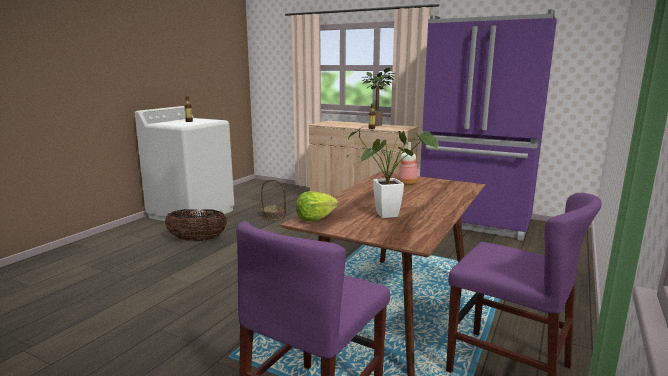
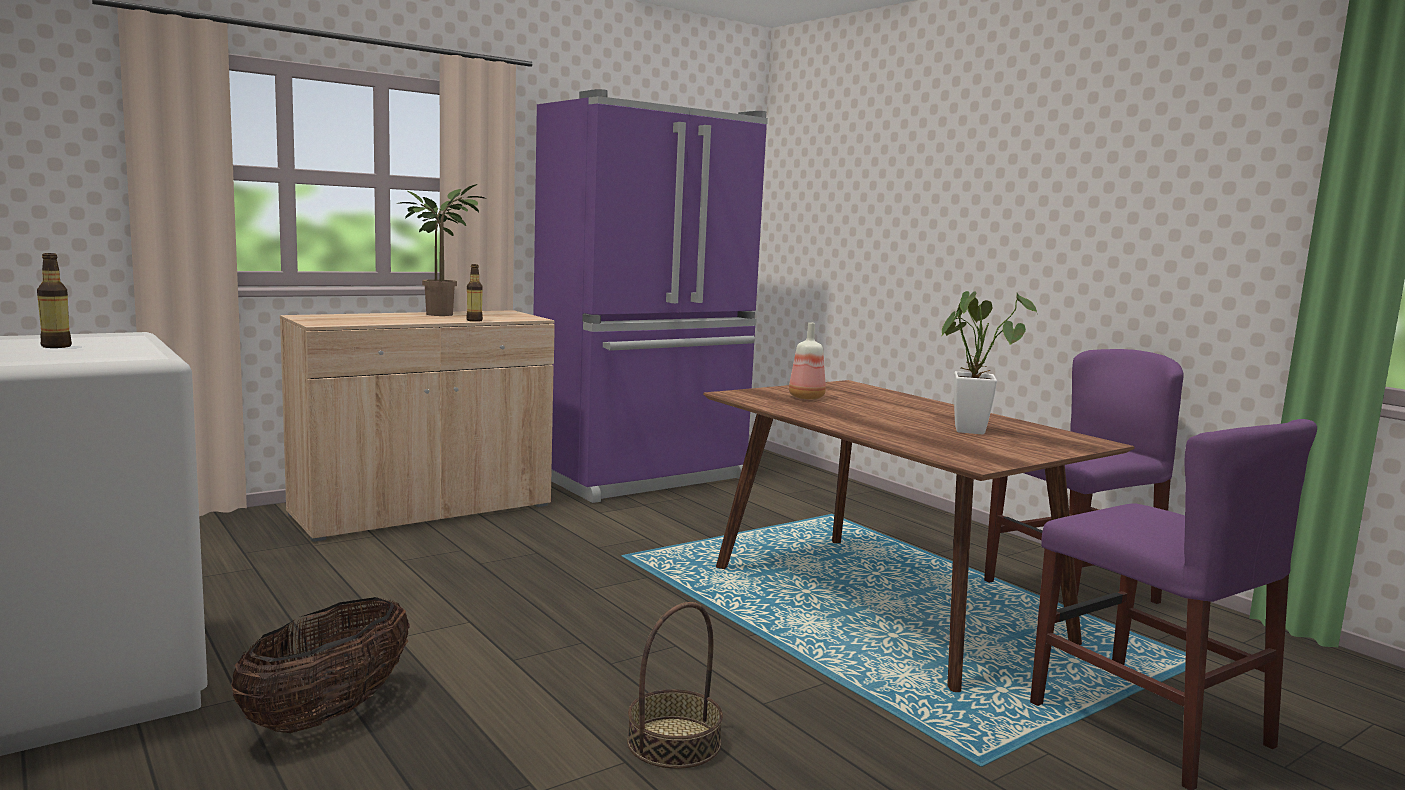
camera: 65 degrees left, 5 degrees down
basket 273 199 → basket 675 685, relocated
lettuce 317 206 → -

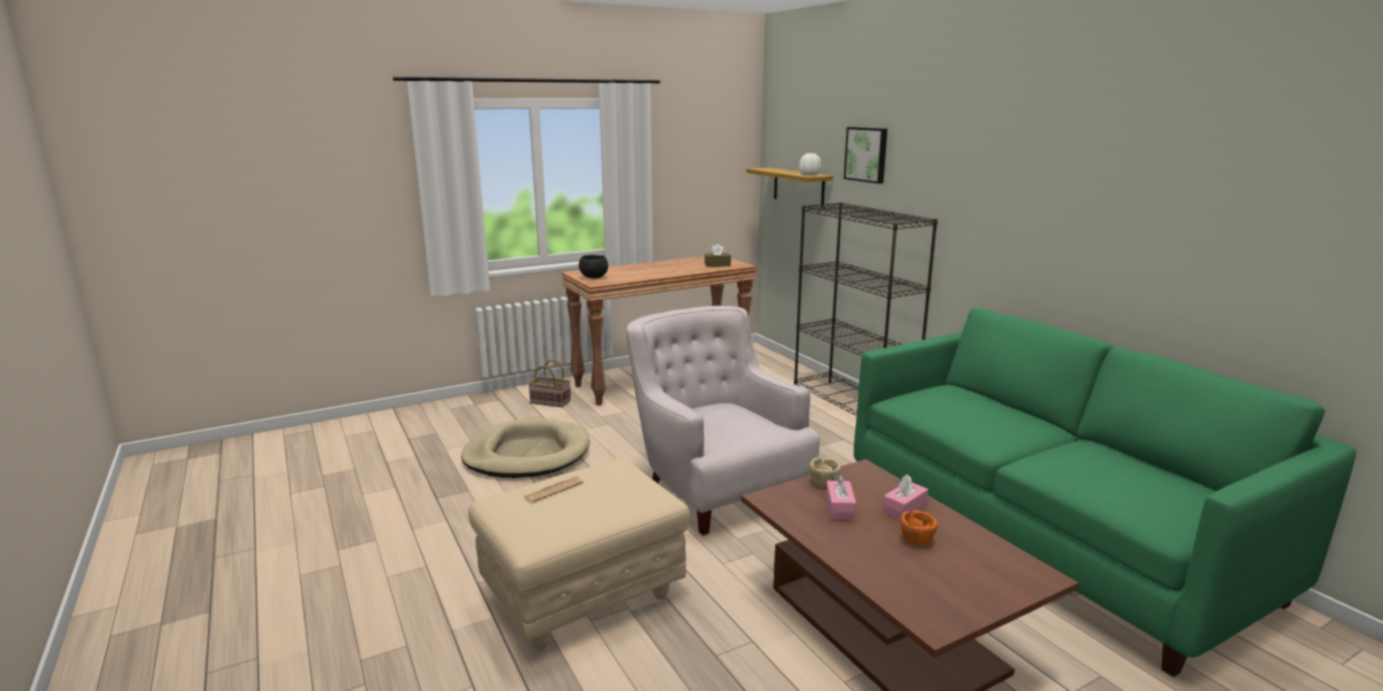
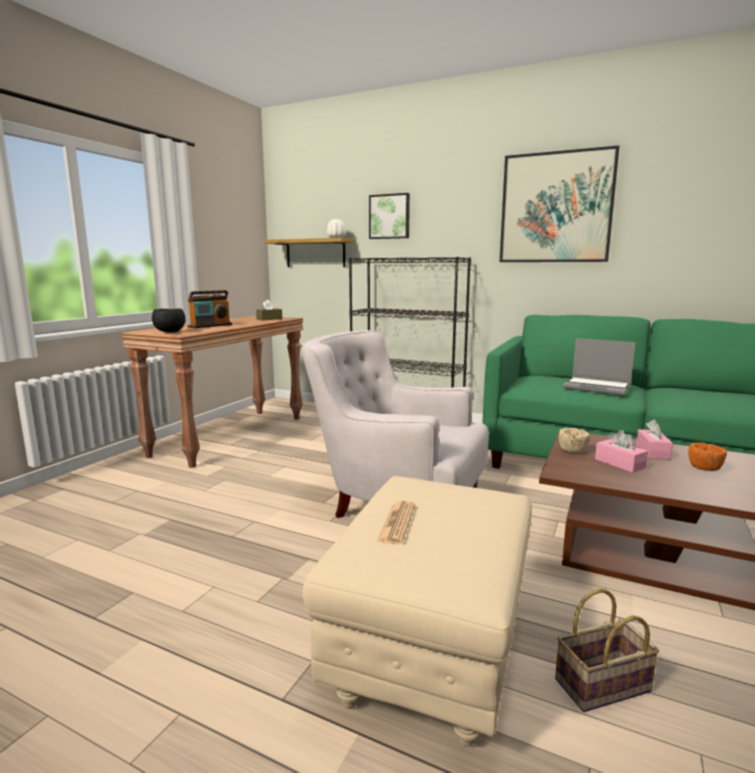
camera: 35 degrees left, 5 degrees down
- → radio 210 309
- → picture 560 204
basket 549 383 → basket 607 650, relocated
- → laptop 599 366
dog bed (beige) 525 448 → -

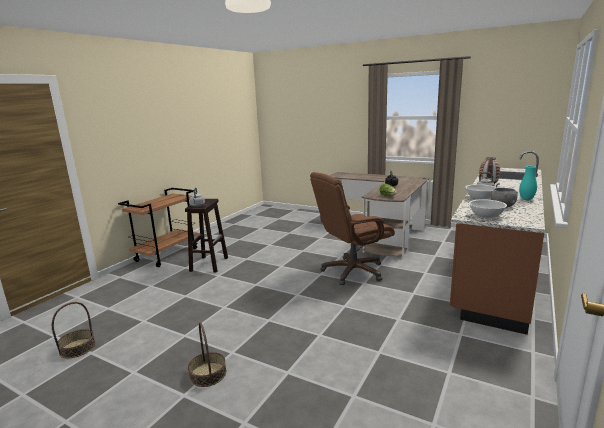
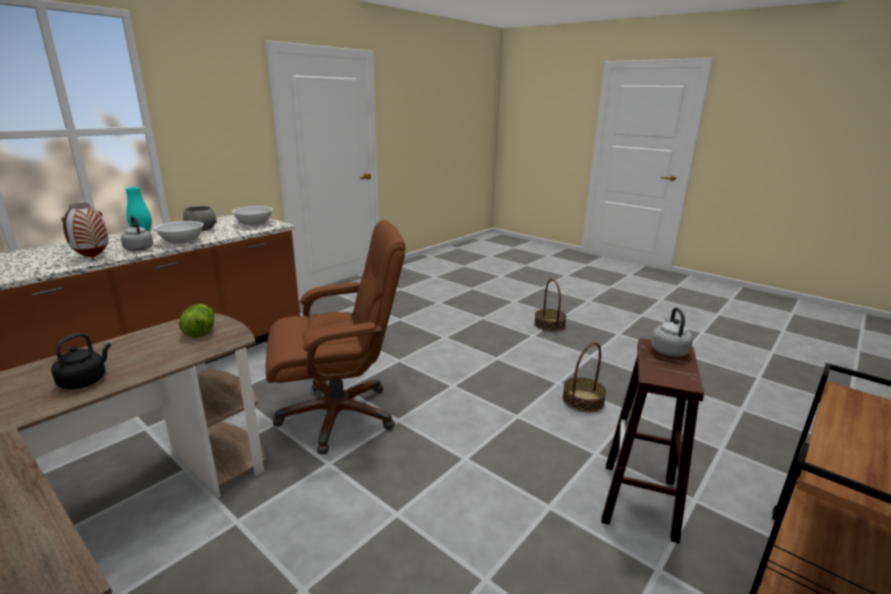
camera: 170 degrees left, 5 degrees up
basket 73 330 → basket 584 377, relocated

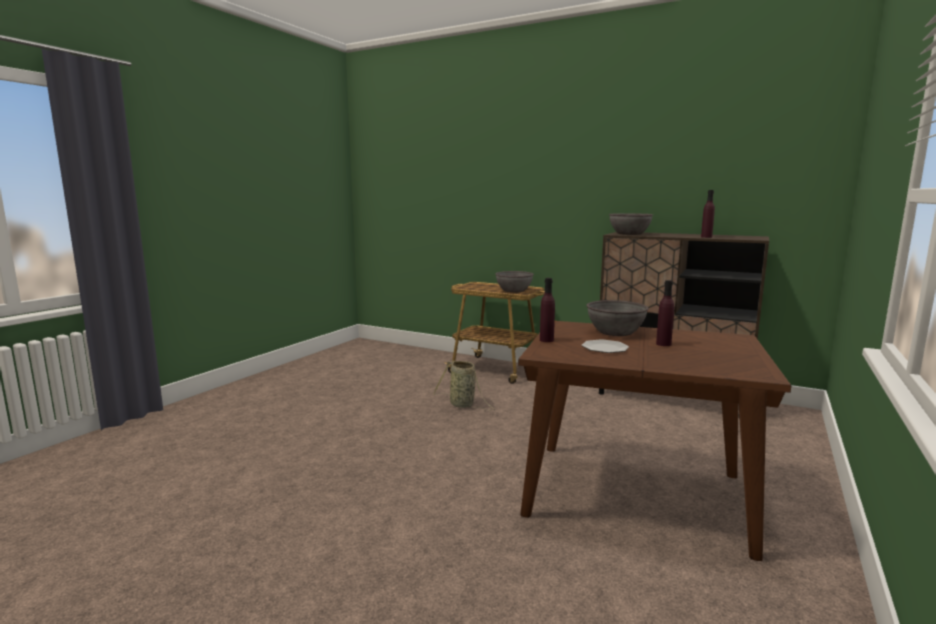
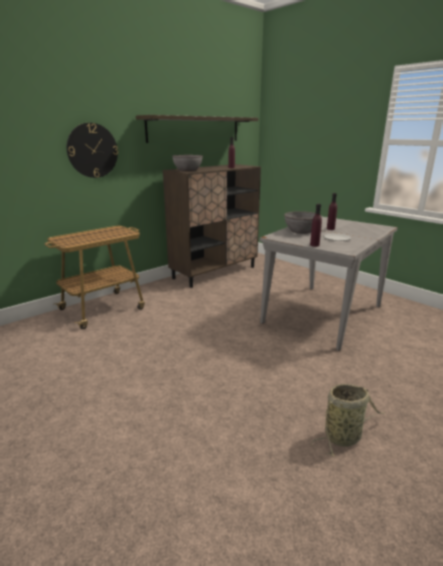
camera: 70 degrees left, 10 degrees up
- → wall clock 92 150
- → shelf 197 129
dining table (brown) 654 441 → dining table (grey) 329 284
basket 464 385 → basket 348 420, relocated
bowl (grey) 514 282 → -

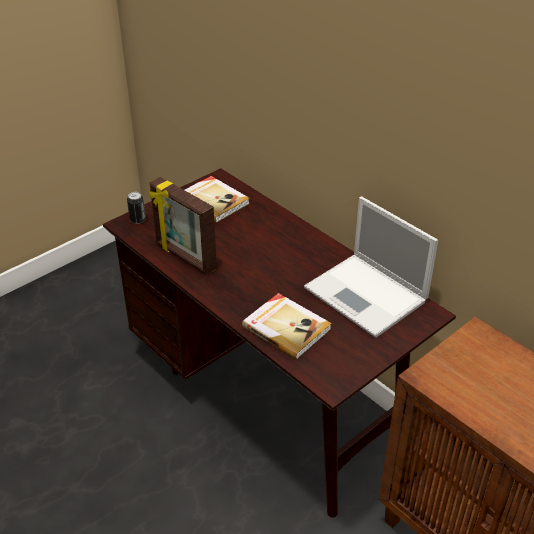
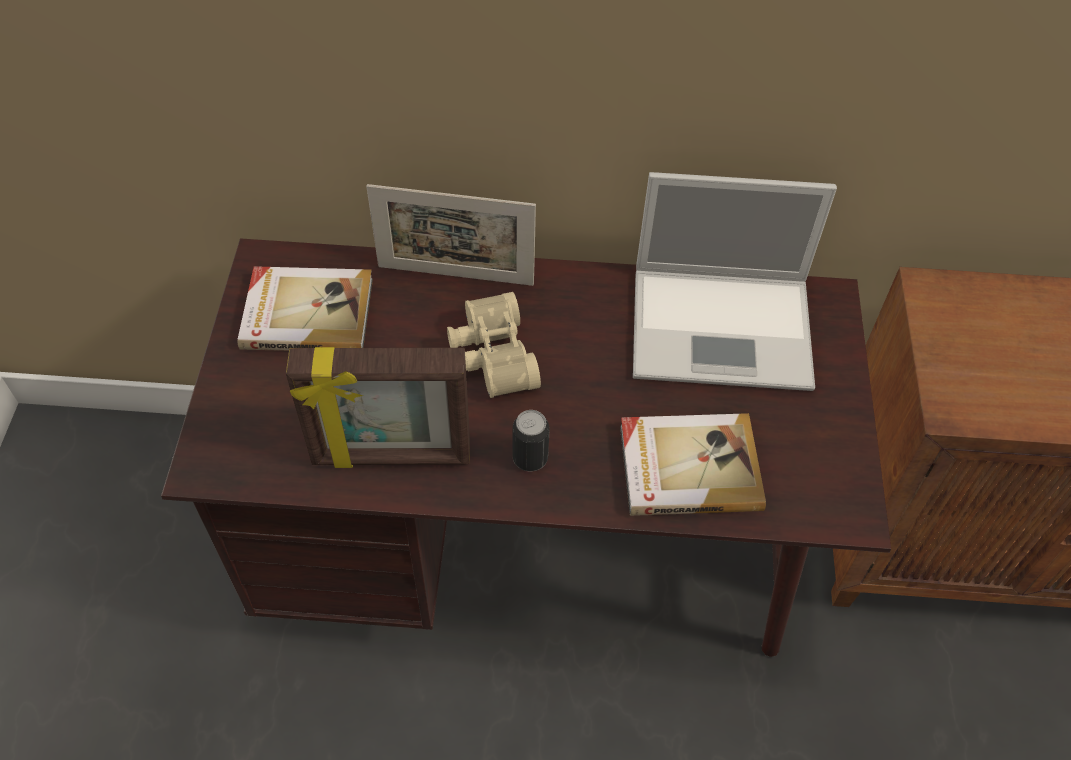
camera: 45 degrees left, 15 degrees up
- → picture frame 451 235
- → binoculars (beige) 494 345
can 136 208 → can 531 440, relocated

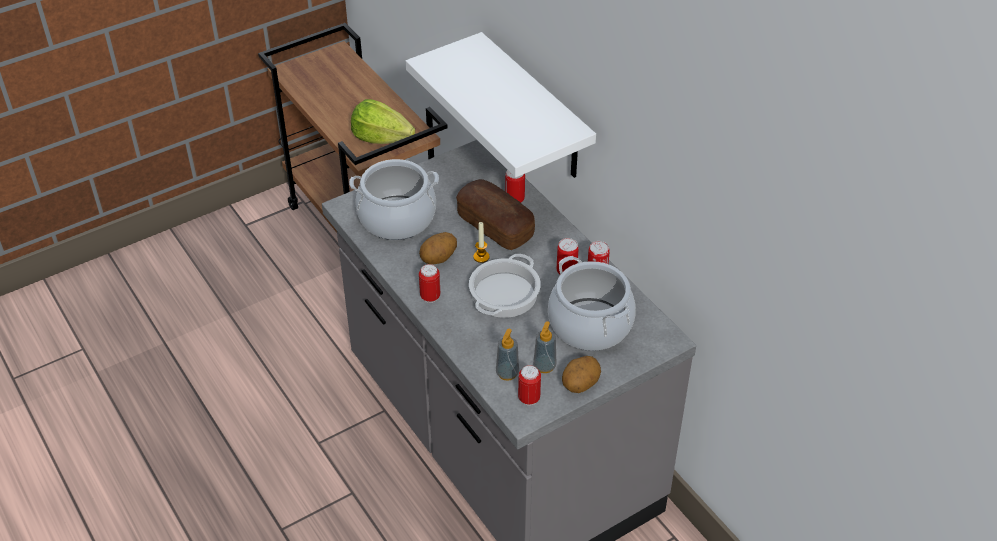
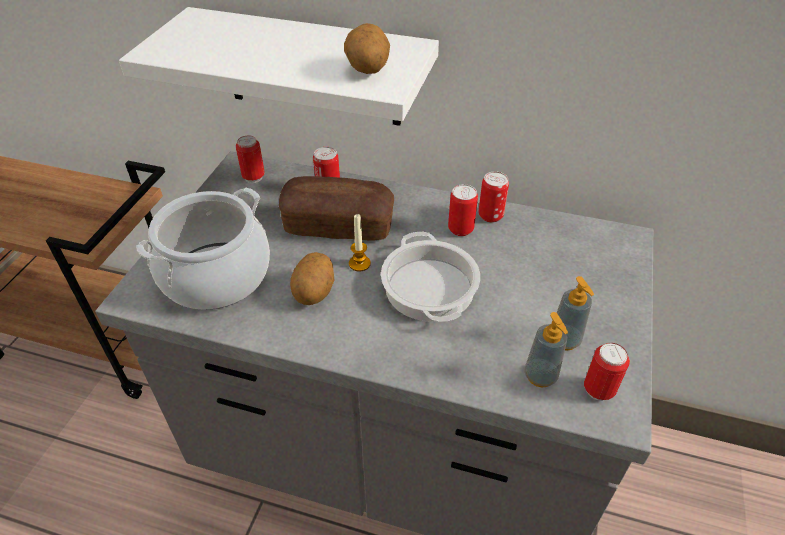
camera: 40 degrees left, 0 degrees up
can 430 283 → can 250 159, relocated
potato 581 374 → potato 367 48, relocated
lettuce 383 121 → -
cooking pot 592 303 → -

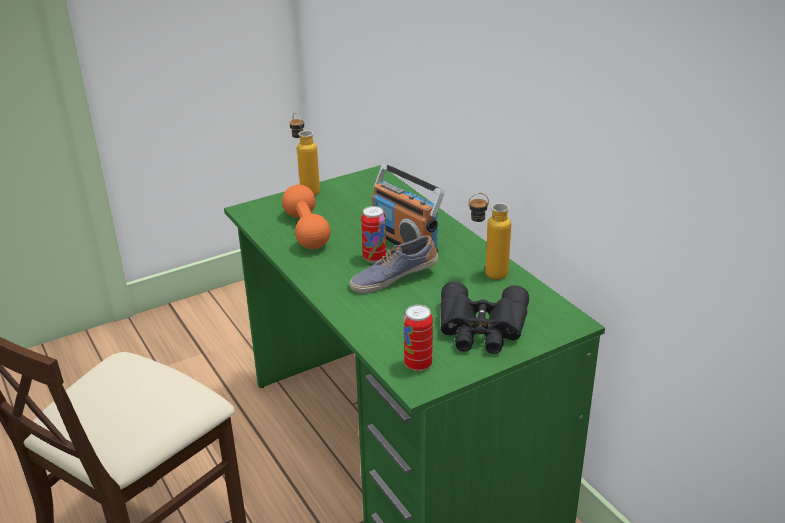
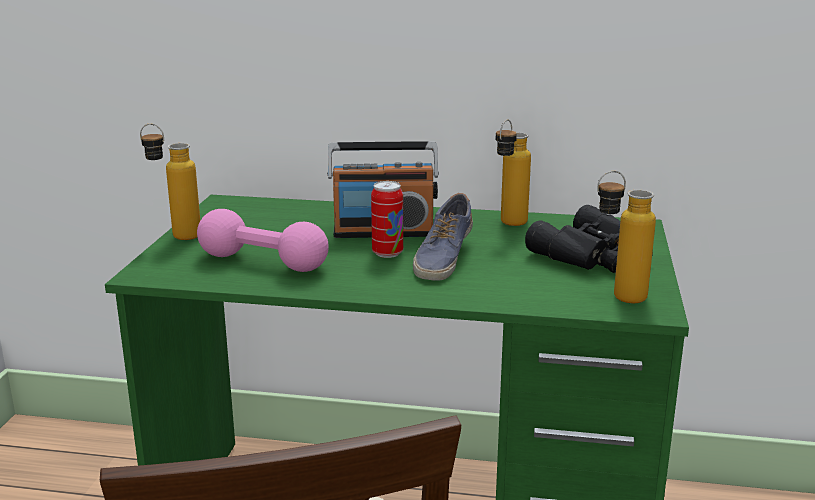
camera: 50 degrees left, 10 degrees down
dumbbell (orange) 306 217 → dumbbell (pink) 263 240
can 418 338 → bottle 626 237

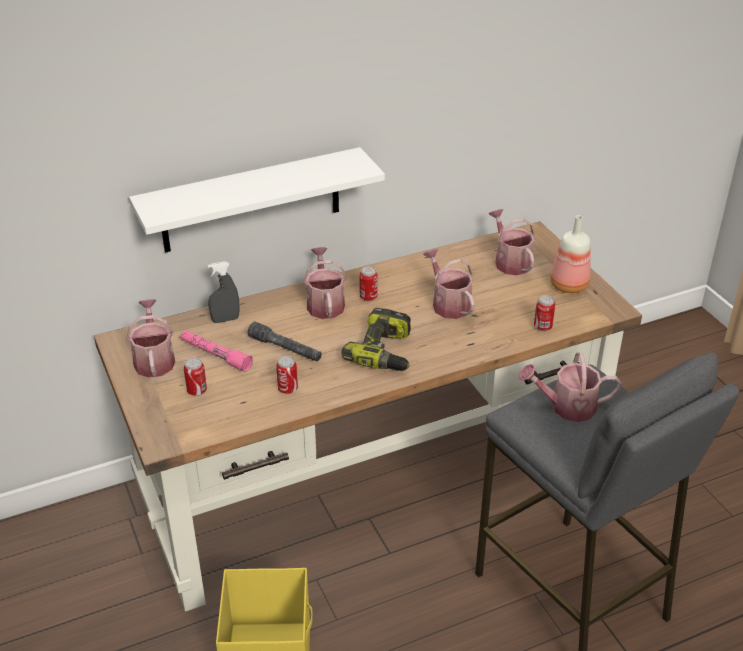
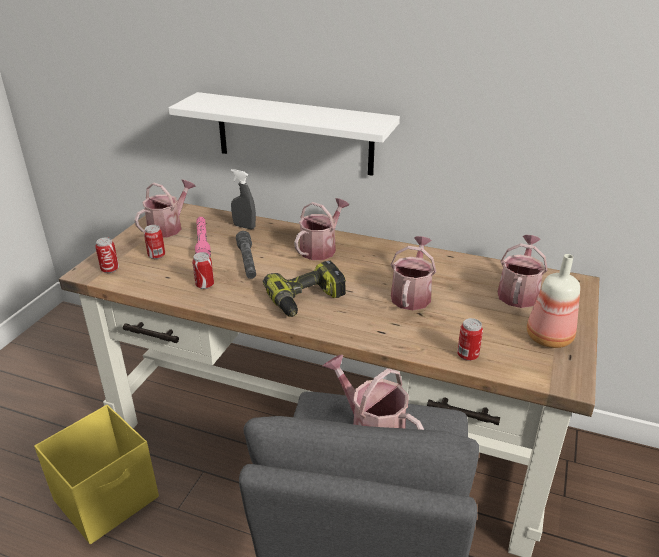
camera: 45 degrees right, 5 degrees down
can 368 283 → can 107 255, relocated

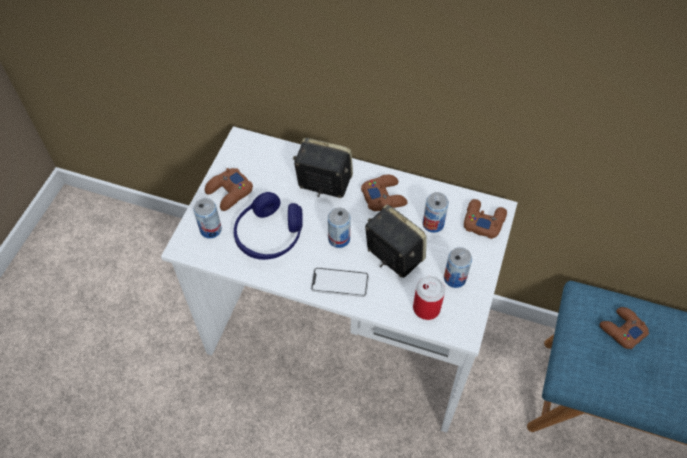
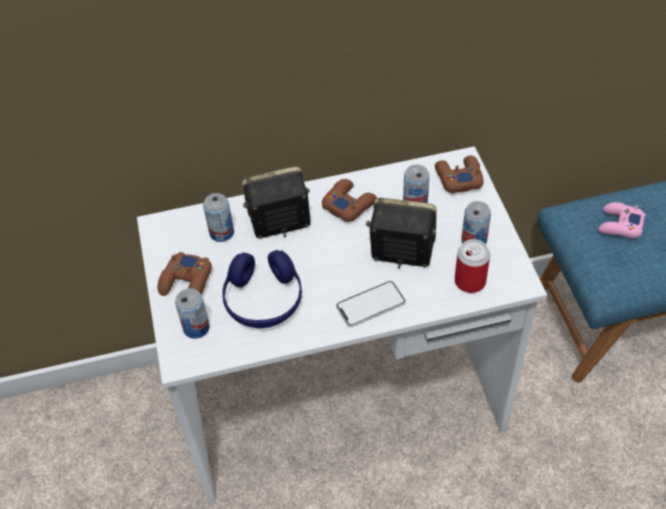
camera: 30 degrees left, 5 degrees down
can 339 227 → can 218 217, relocated
game controller (brown) 624 328 → game controller (pink) 622 220

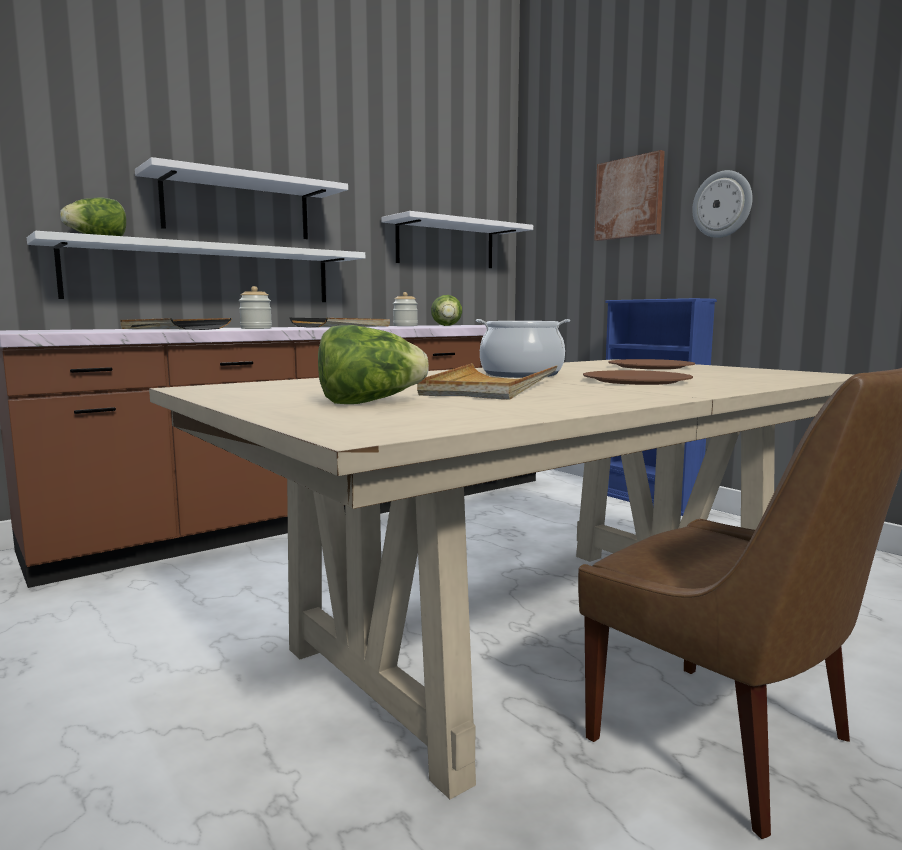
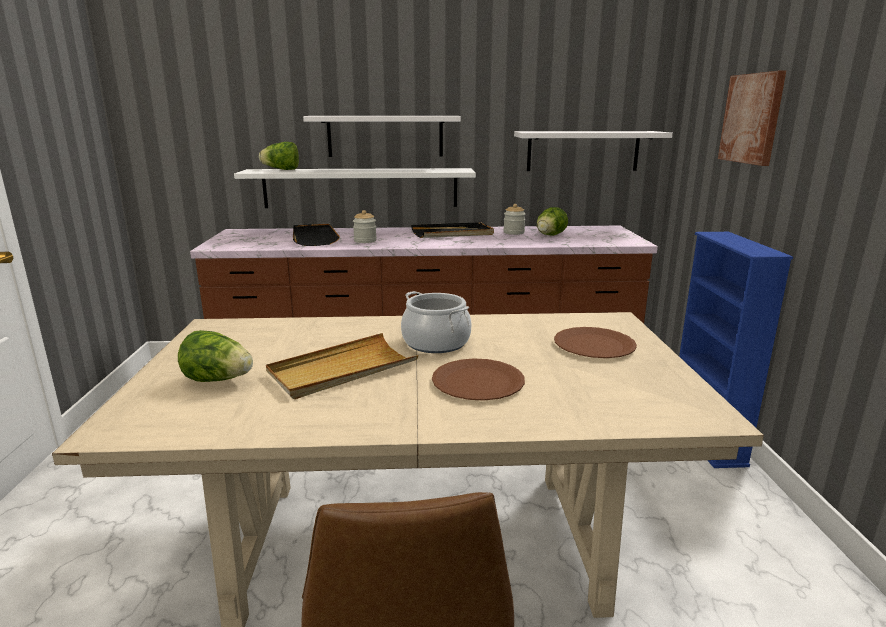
camera: 35 degrees right, 10 degrees up
wall clock 722 204 → -

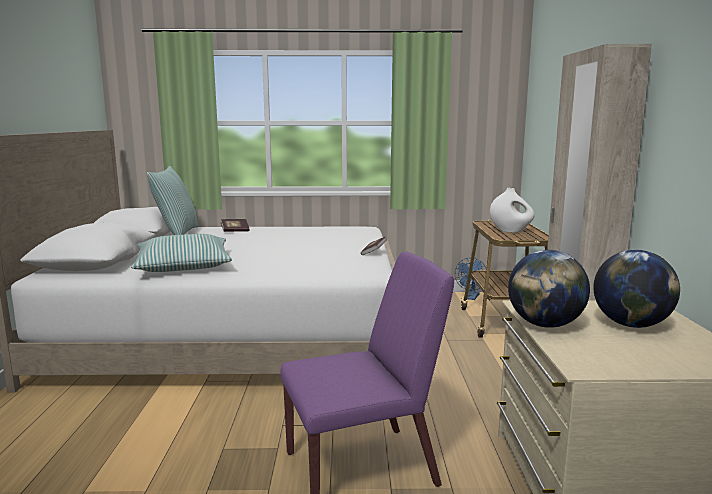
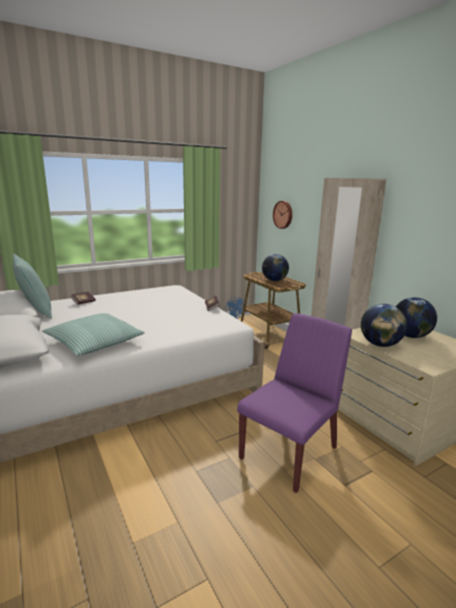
camera: 30 degrees left, 5 degrees up
vase (white) 512 210 → globe 275 267
- → wall clock 282 215

